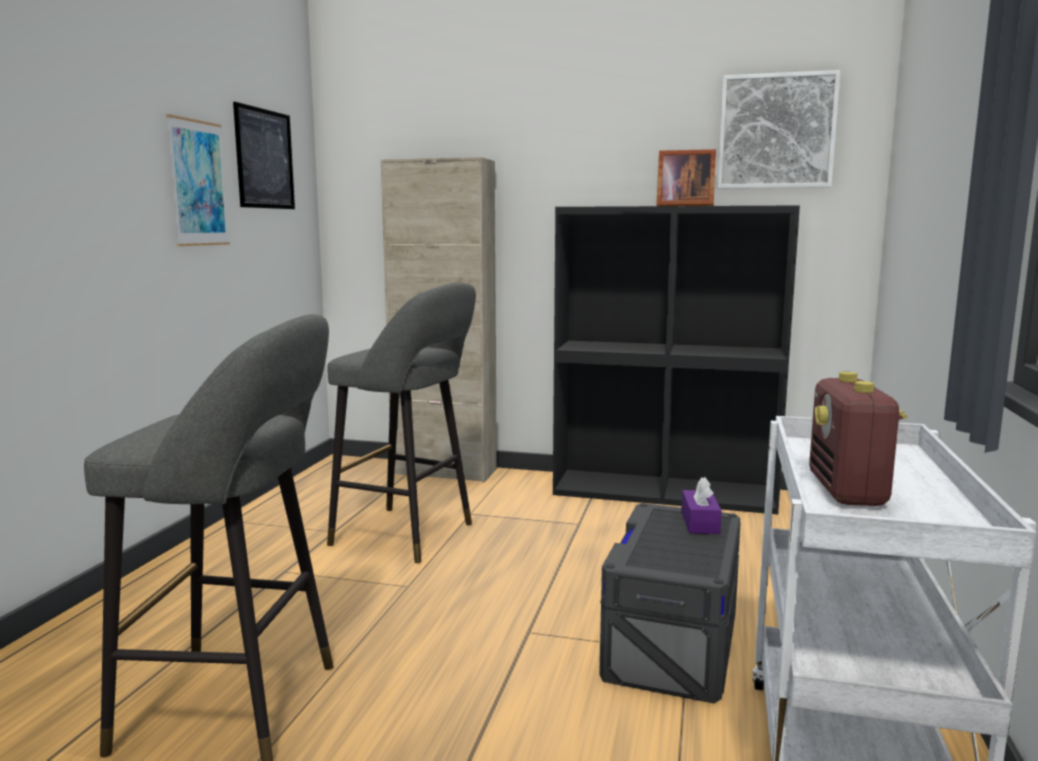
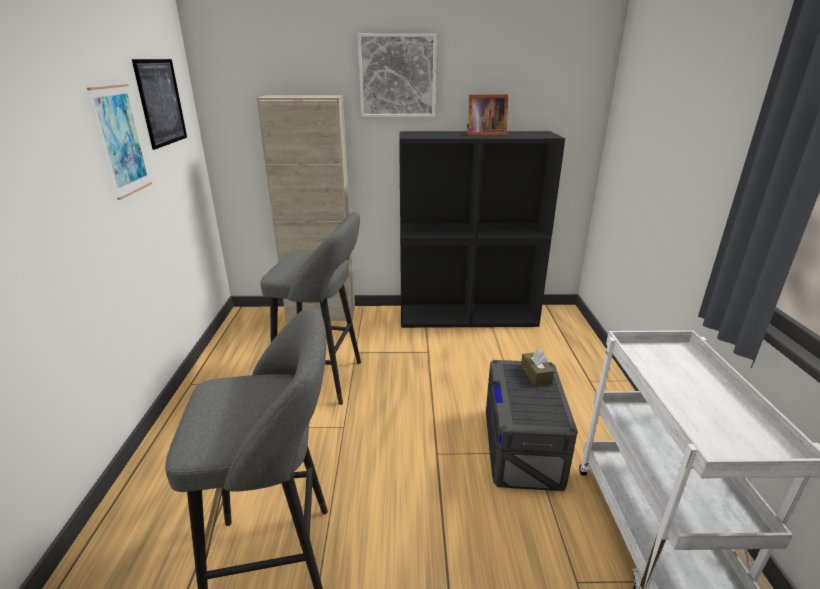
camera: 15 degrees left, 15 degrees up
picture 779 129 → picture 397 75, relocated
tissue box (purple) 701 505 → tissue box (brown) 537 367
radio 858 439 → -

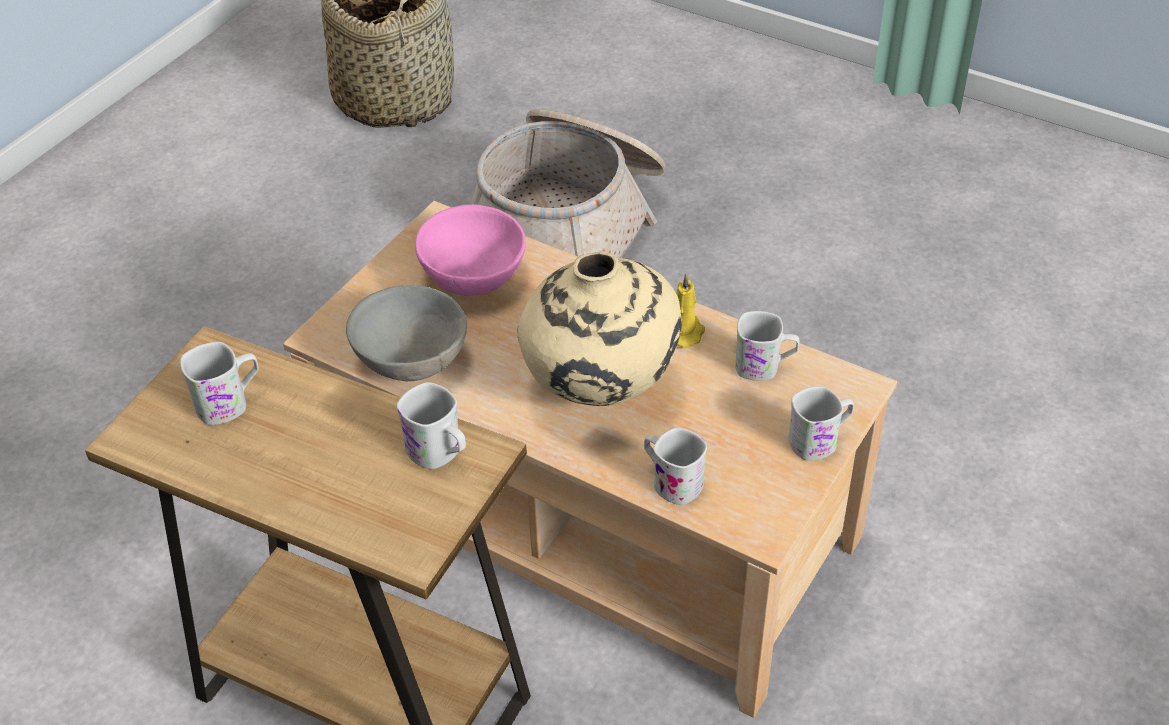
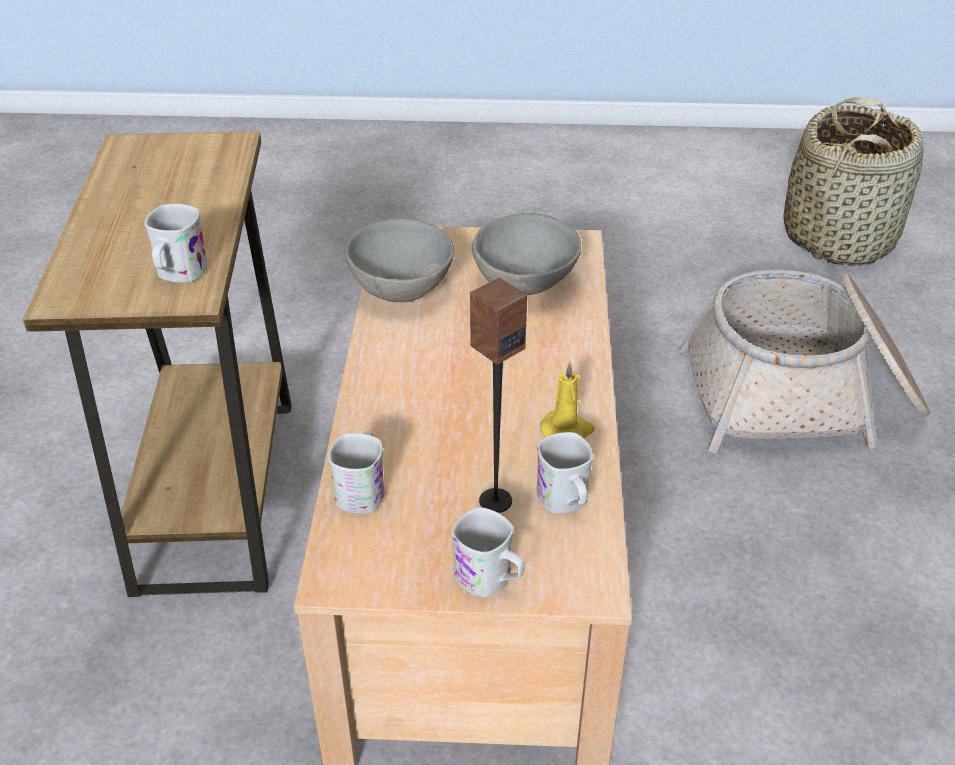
camera: 60 degrees right, 5 degrees down
- → speaker 498 395
bowl (pink) 470 250 → bowl (grey) 526 254
mug (white) 219 383 → -
vase (beige) 599 328 → -

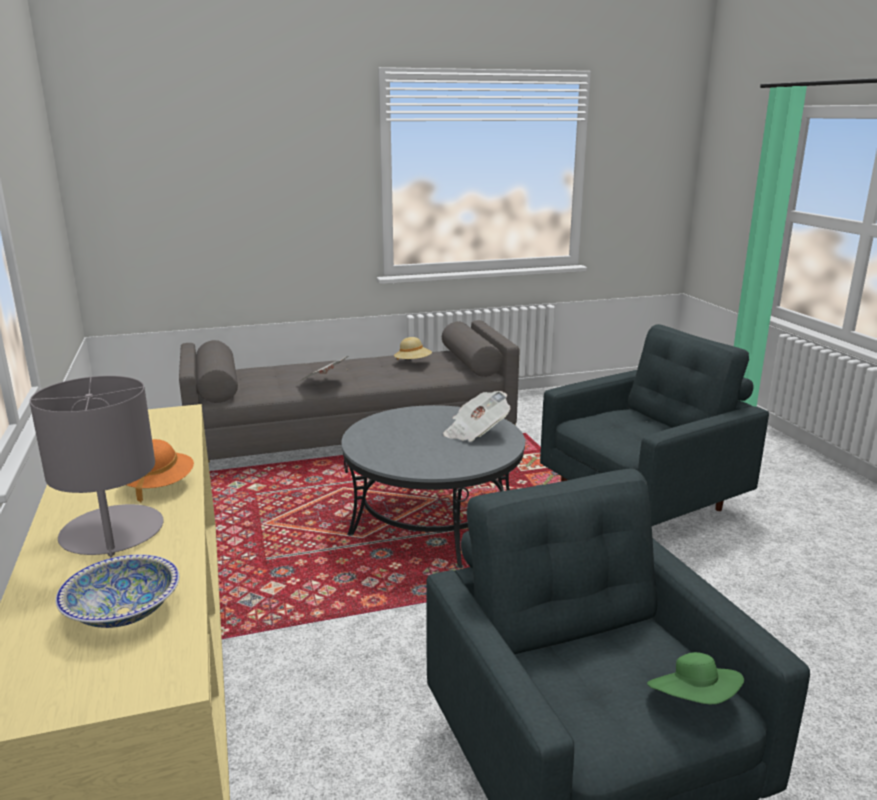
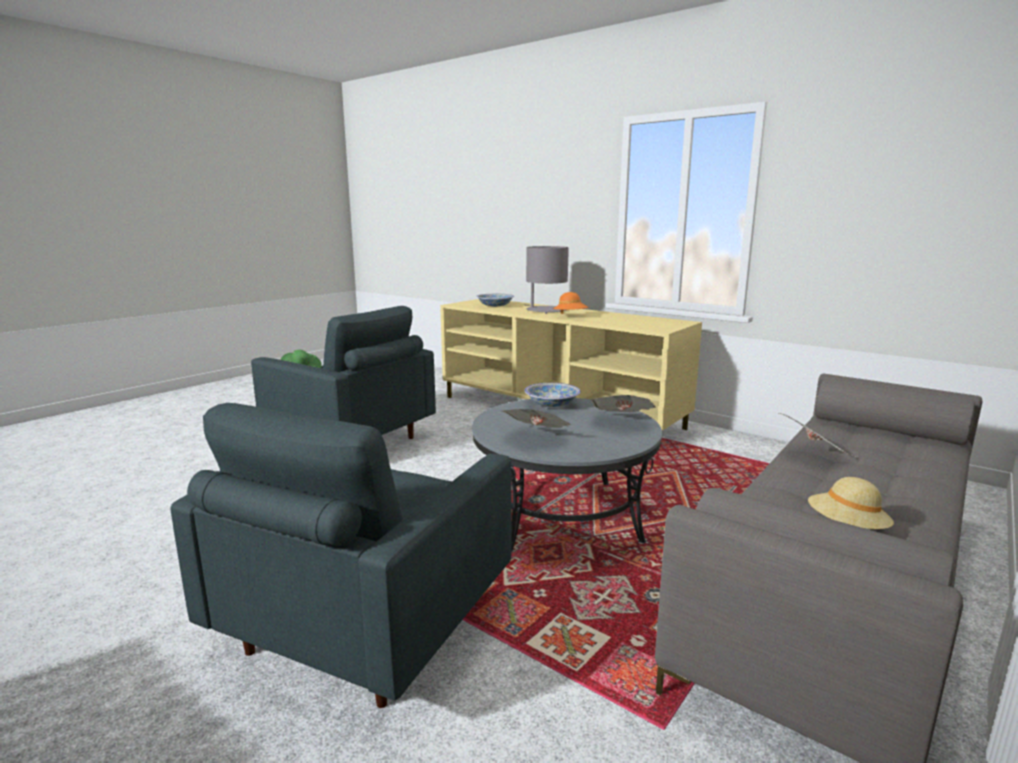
camera: 145 degrees right, 5 degrees down
- → bowl 552 395
- → newspaper 623 403

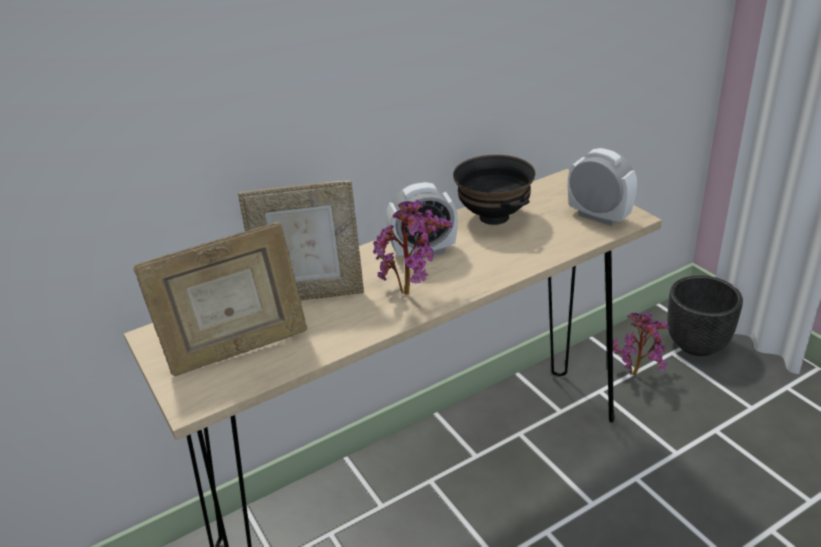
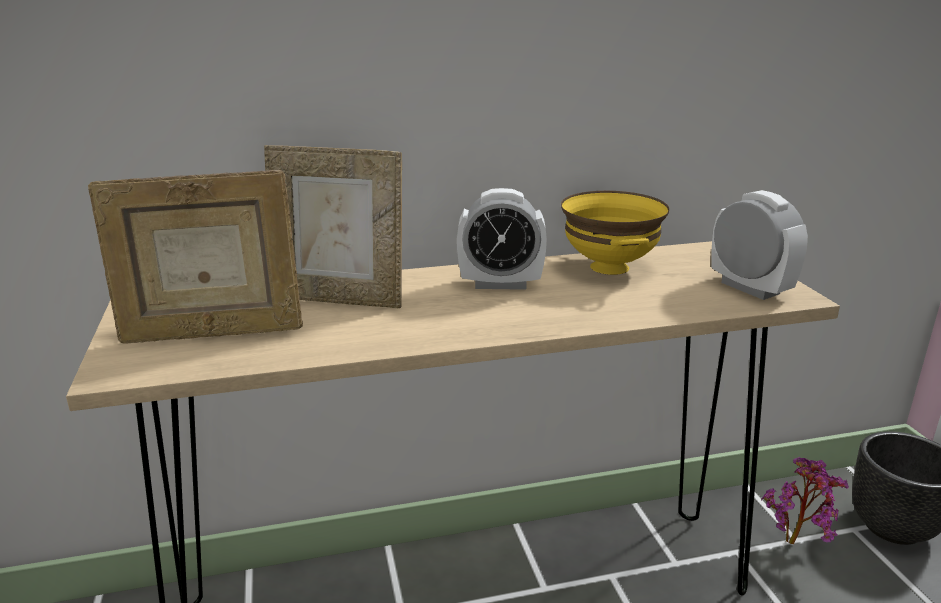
camera: 15 degrees right, 10 degrees down
bowl (black) 494 190 → bowl (yellow) 615 233
potted plant 413 247 → -

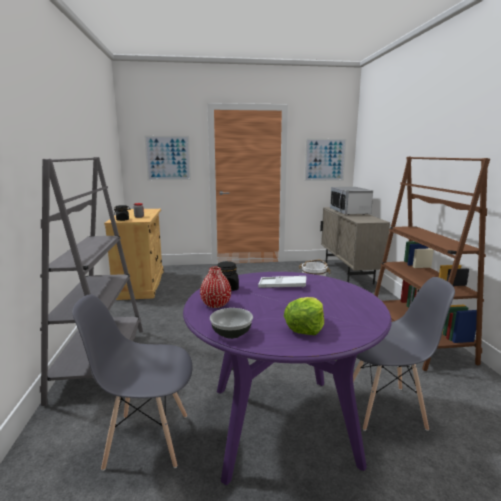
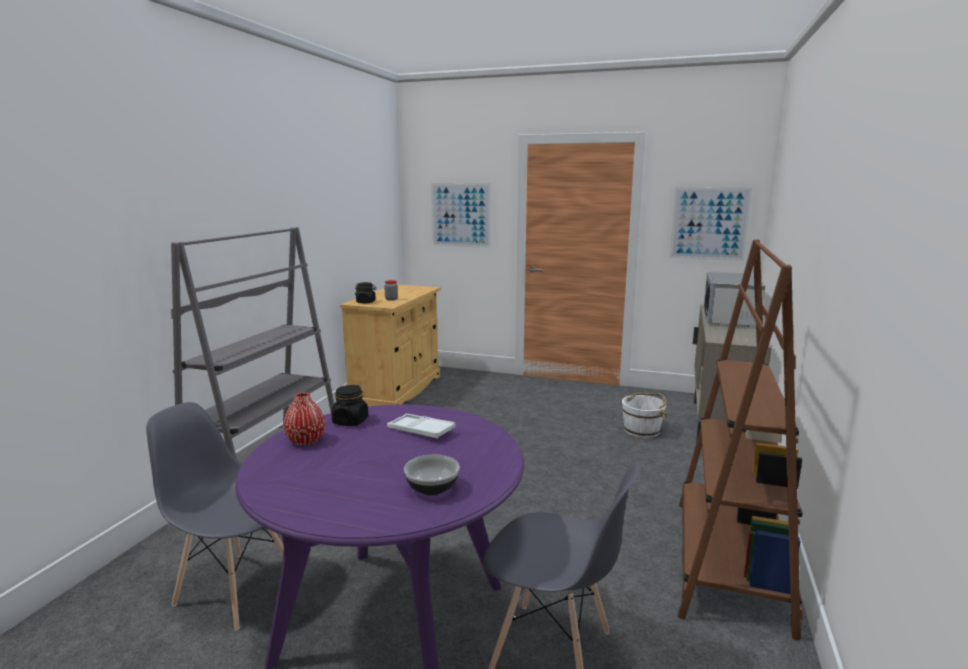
camera: 25 degrees right, 0 degrees up
bowl 231 323 → bowl 432 475, relocated
lettuce 304 316 → -

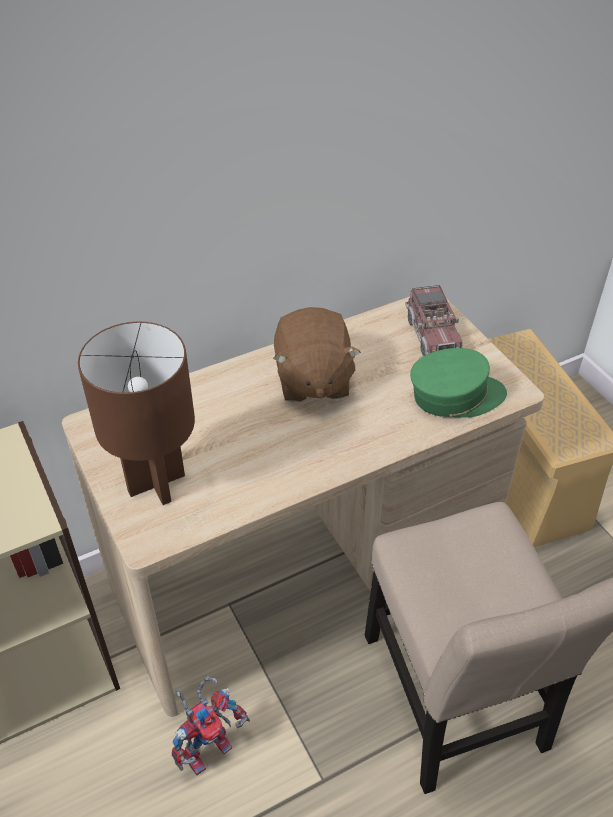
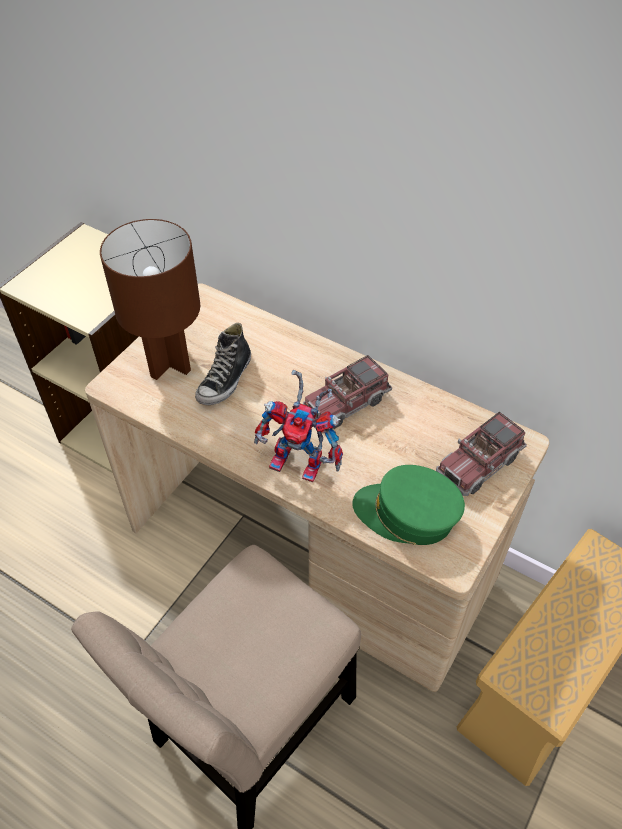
camera: 60 degrees right, 5 degrees up
- → shoe 223 364
toy robot 211 726 → toy robot 298 426, relocated
plush toy (brown) 317 354 → toy truck 347 392
cap (green) 458 383 → cap (green) 408 505, 150 degrees clockwise

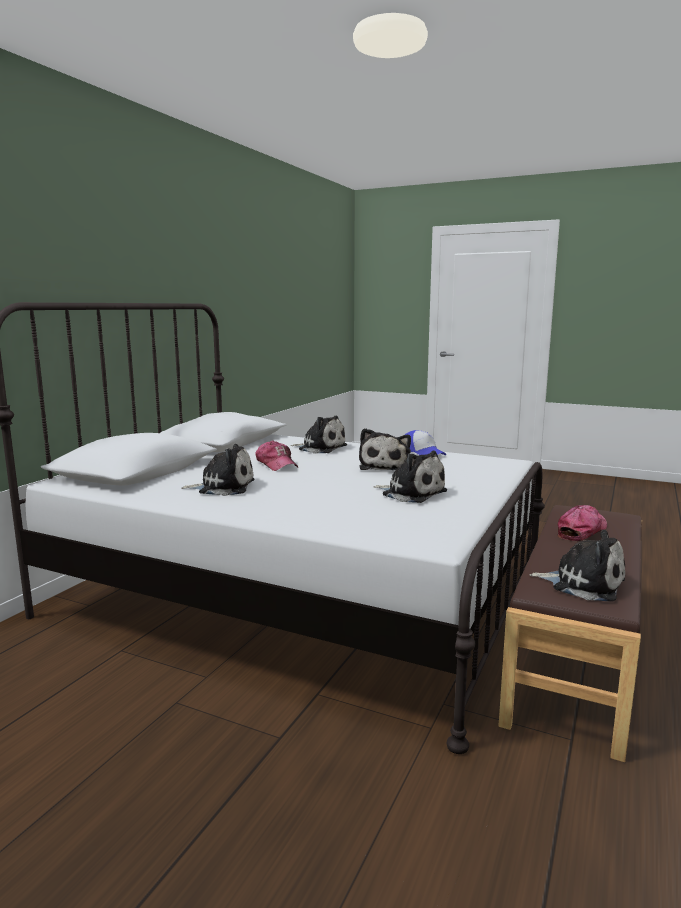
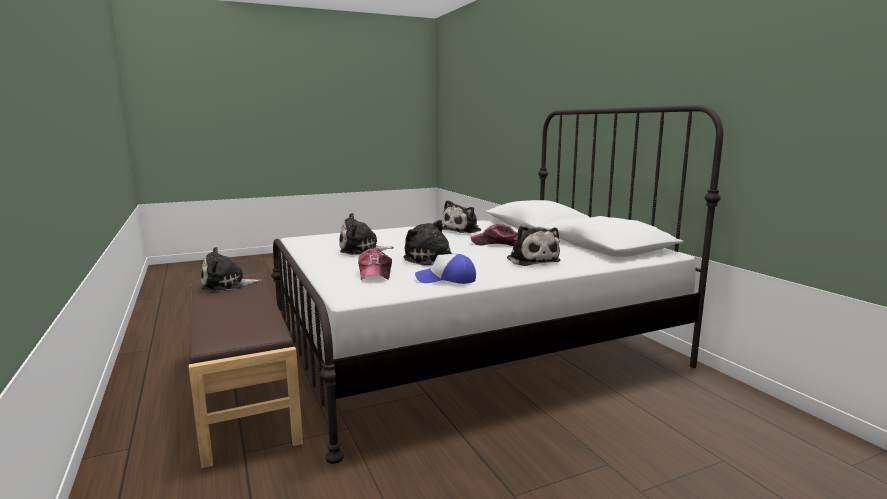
camera: 130 degrees right, 0 degrees up
cap 582 523 → cap 375 264, relocated
plush toy 319 434 → plush toy 533 246, 90 degrees counterclockwise

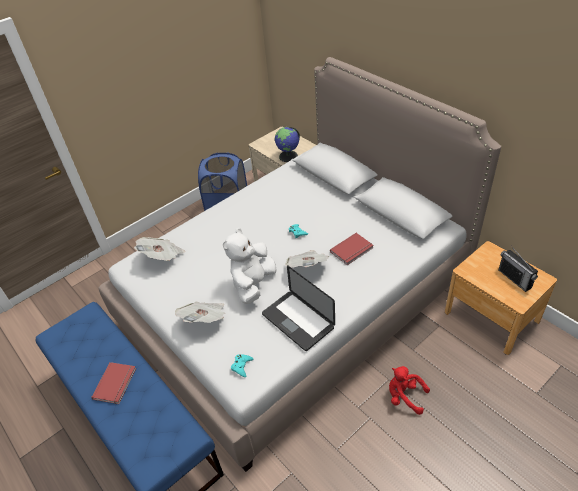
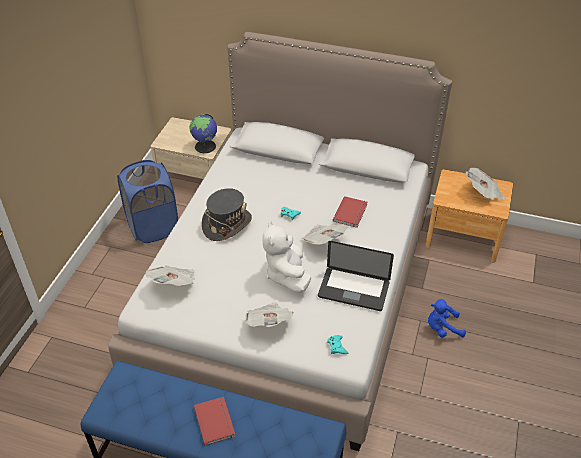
camera: 35 degrees left, 0 degrees up
- → hat (grey) 227 214
plush toy (red) 409 390 → plush toy (blue) 447 318
radio 518 269 → newspaper 485 184

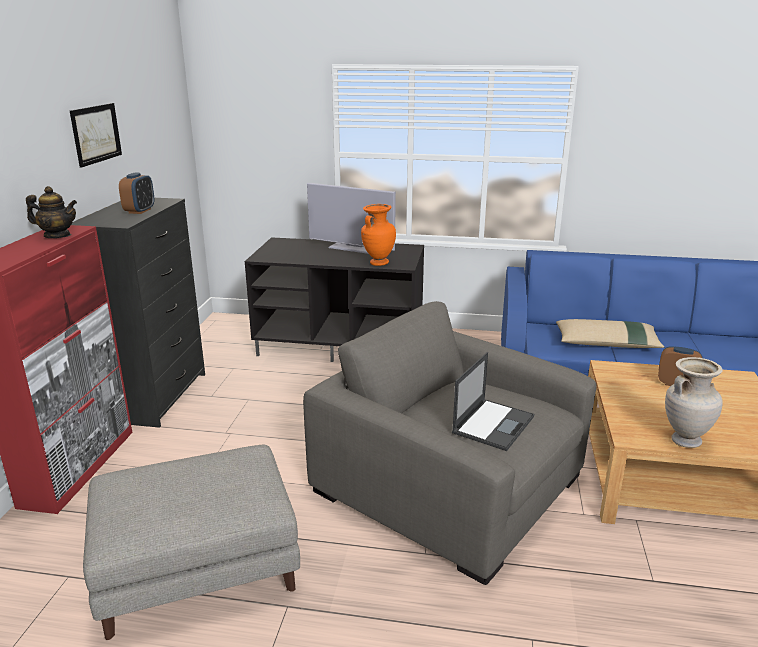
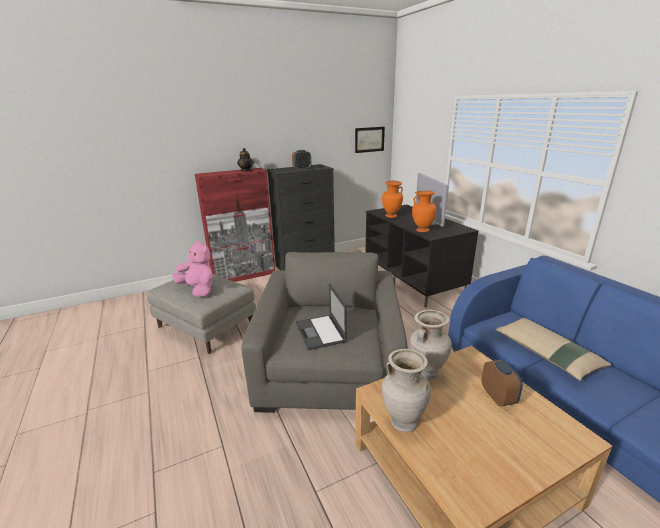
camera: 55 degrees right, 0 degrees up
- → plush toy (pink) 192 268
laptop 493 401 → laptop 321 316, 75 degrees clockwise
picture 96 135 → picture 370 140, relocated
- → vase (orange) 392 199
- → vase (beige) 431 345

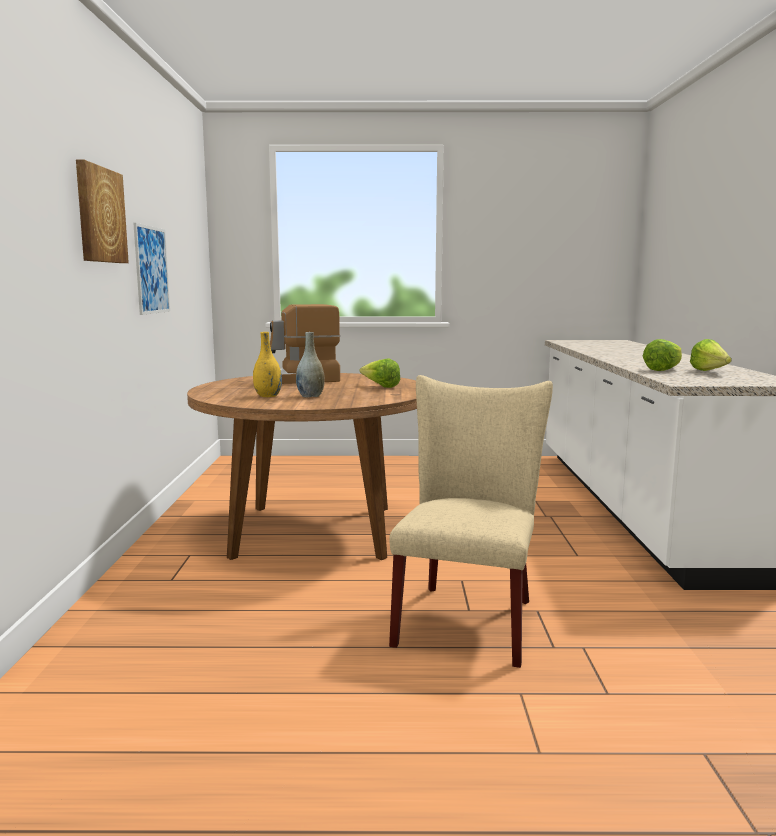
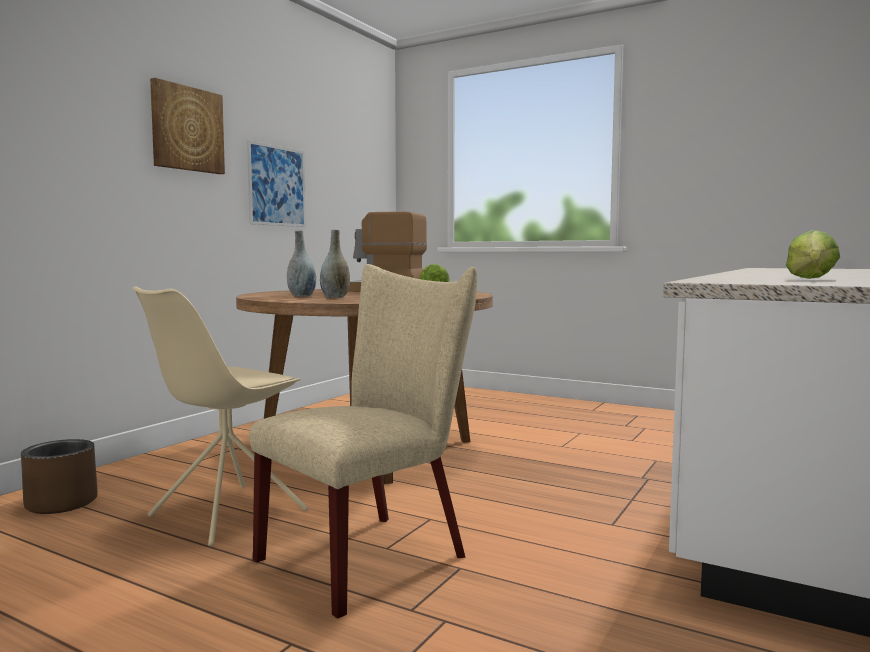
camera: 30 degrees right, 5 degrees down
- → planter (brown) 59 476
- → chair (beige) 220 416
vase (yellow) 267 364 → vase (grey) 301 263
lettuce 662 355 → -

